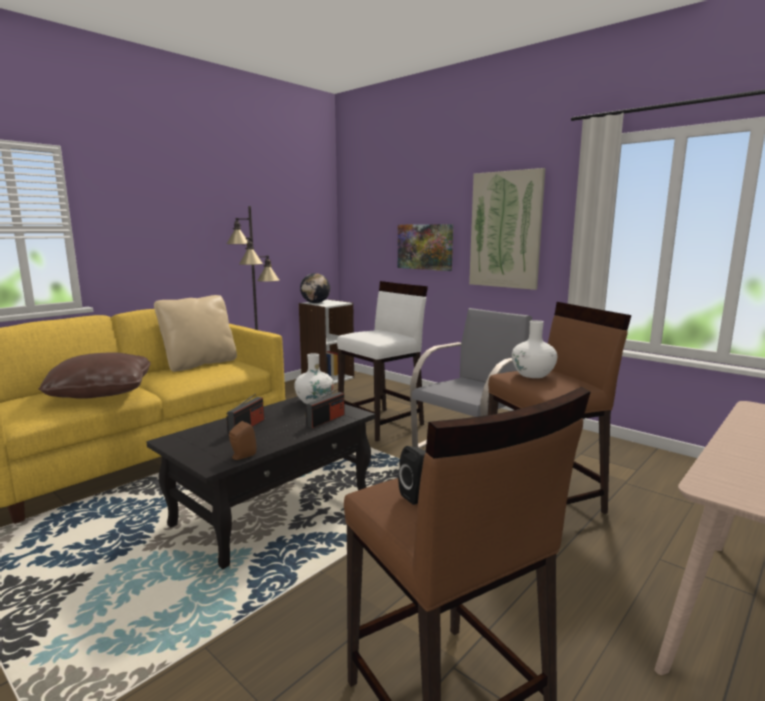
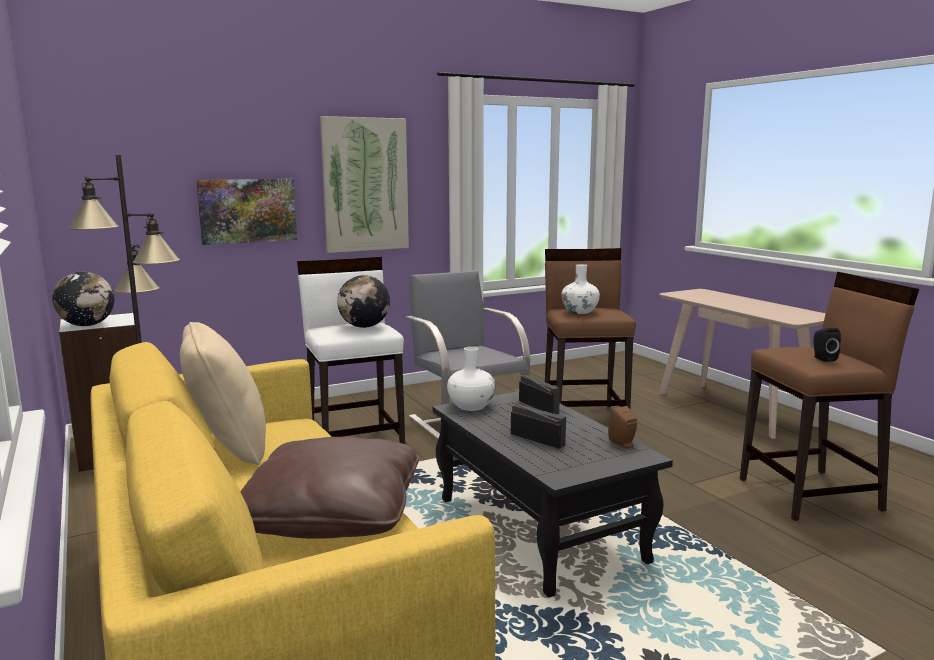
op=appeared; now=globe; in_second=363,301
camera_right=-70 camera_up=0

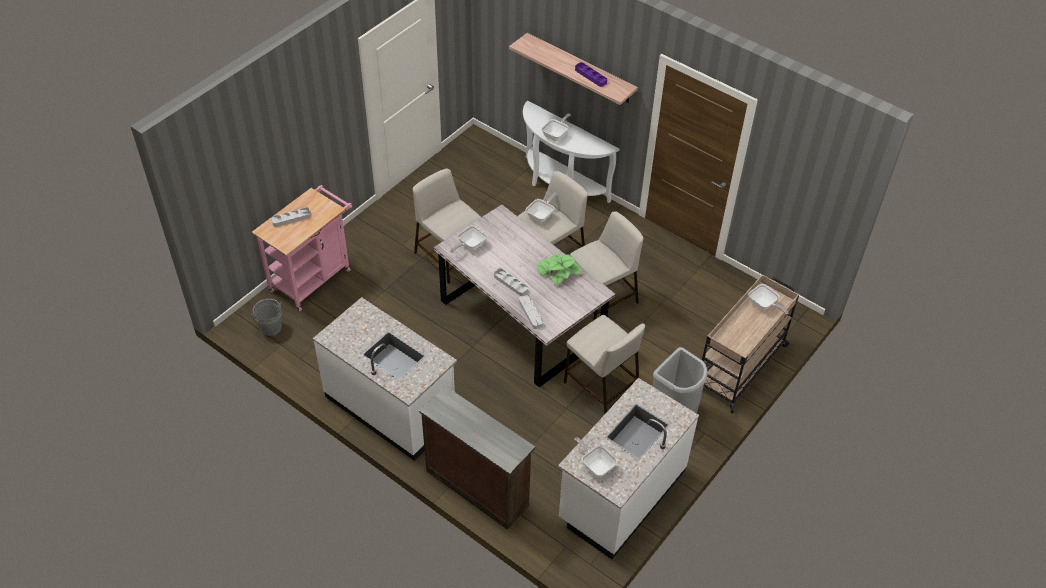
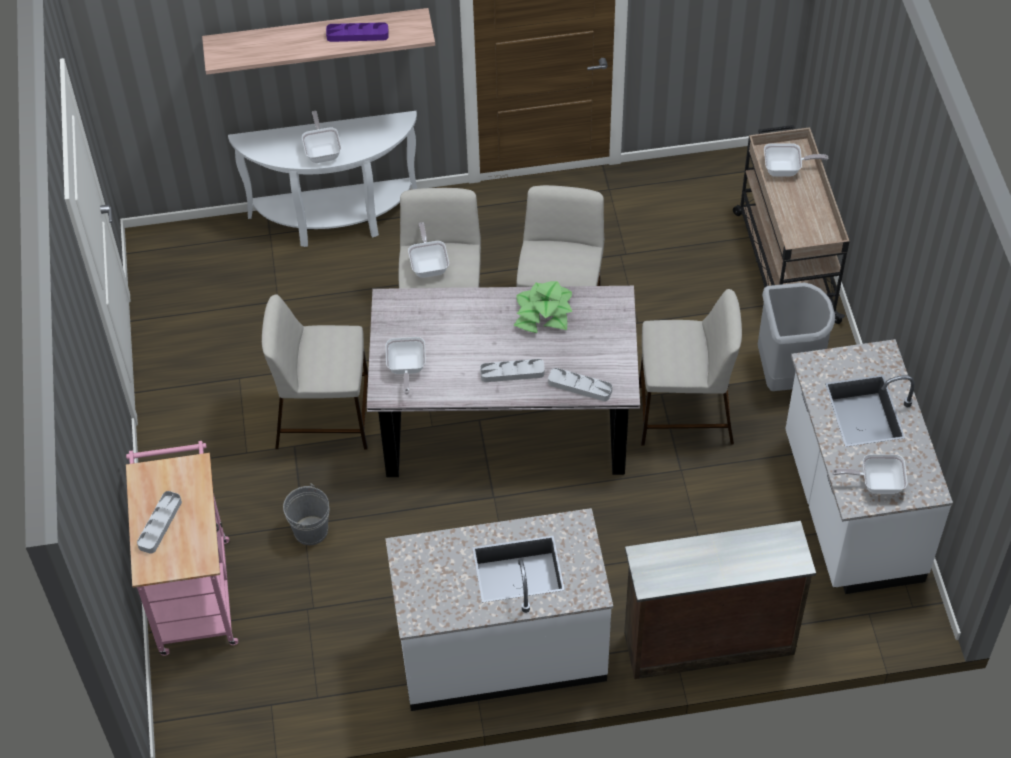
op=relocated; was=grey bucket; in_first=267,317; in_second=306,514
camera_right=-45 camera_up=5

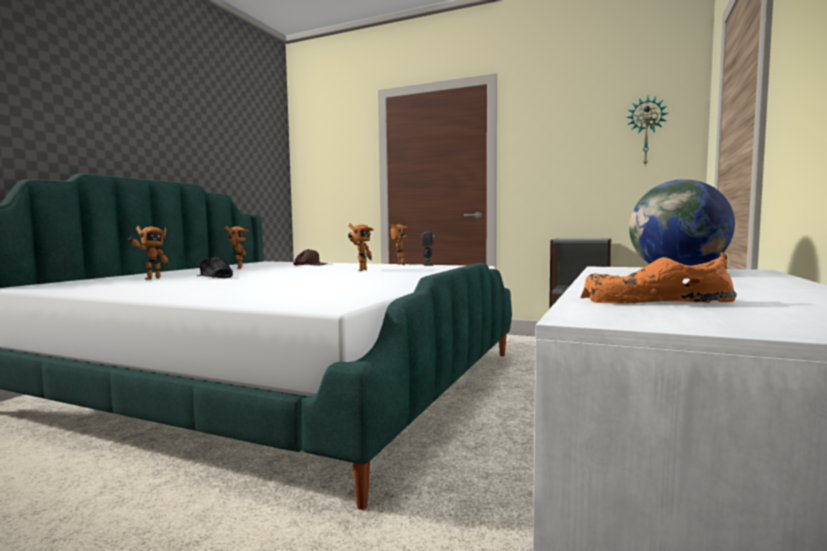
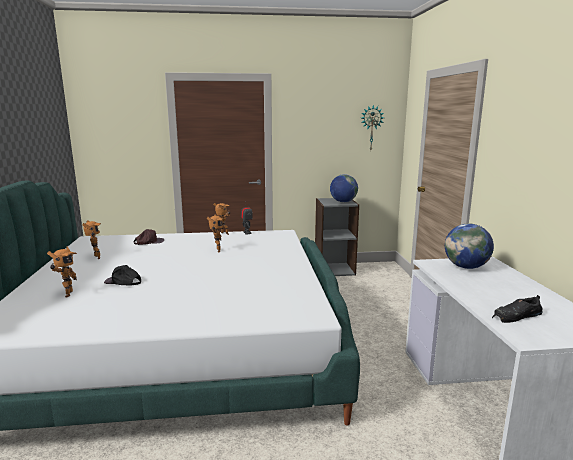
op=appeared; now=globe; in_second=344,188
op=colour; was=orange shoe; now=black shoe; in_first=659,278; in_second=517,309
camera_right=-30 camera_up=10

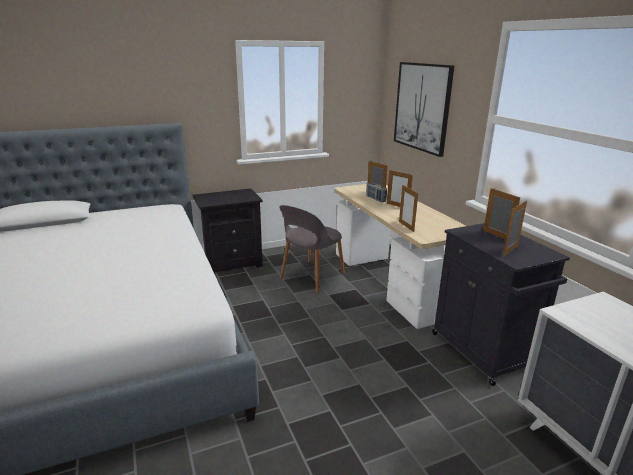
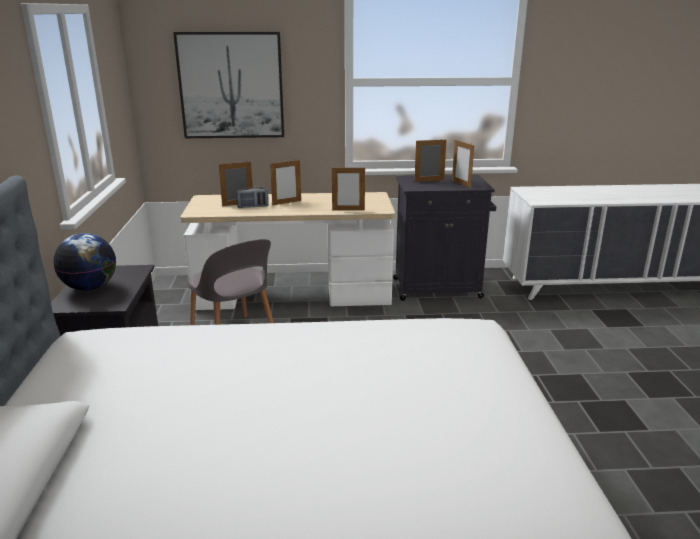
op=appeared; now=globe; in_second=84,262
camera_right=-70 camera_up=0

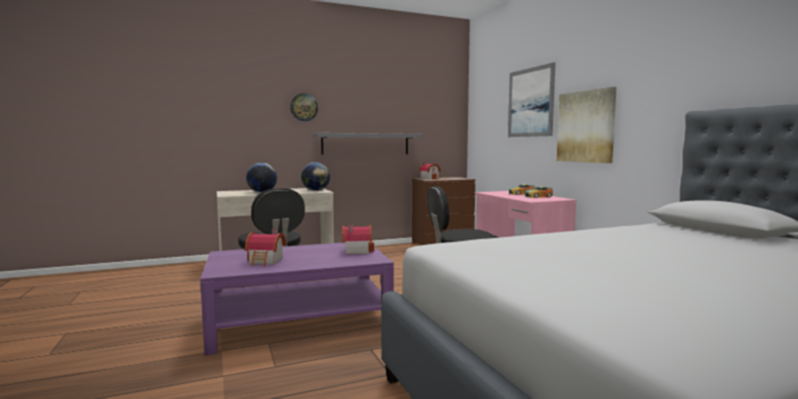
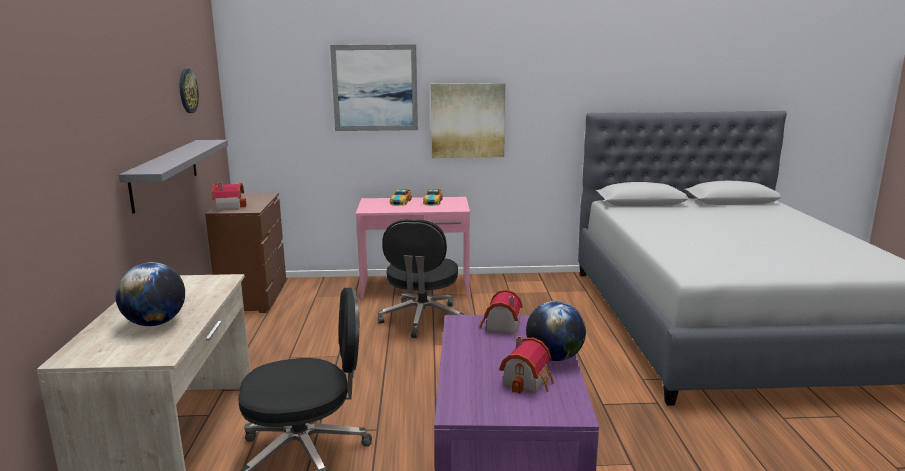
op=relocated; was=wall clock; in_first=304,107; in_second=189,91
op=relocated; was=globe; in_first=315,176; in_second=556,331
camera_right=-70 camera_up=10

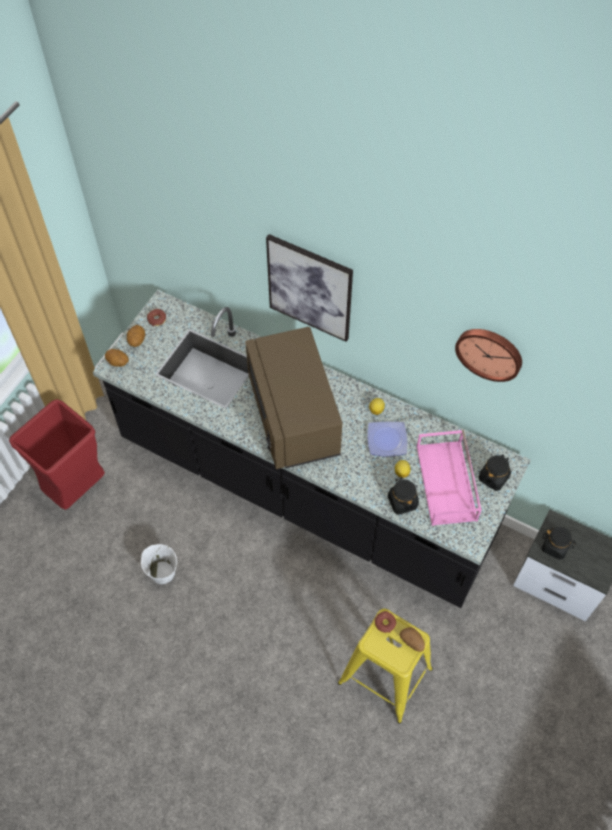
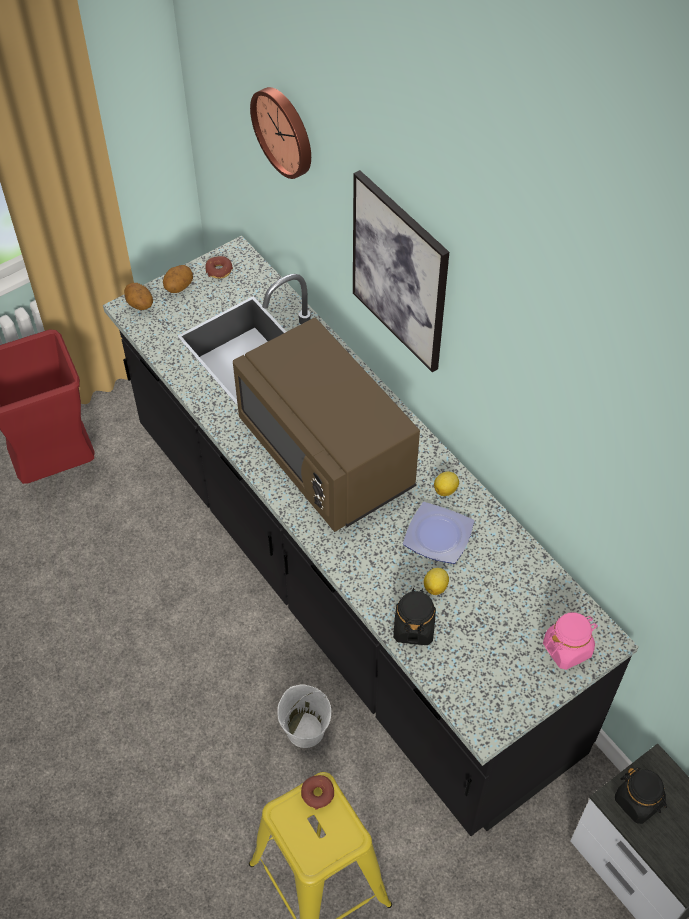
op=missing; was=potato; in_first=412,639
op=missing; was=pink tray; in_first=449,478
op=relocated; was=white bucket; in_first=159,564; in_second=304,716
op=relocated; was=wall clock; in_first=488,355; in_second=280,133
op=colour; was=black jar; now=pink jar; in_first=495,472; in_second=570,641
op=spun; was=brown microwave; in_first=294,398; in_second=326,425; clockwise=-45
camera_right=25 camera_up=-5

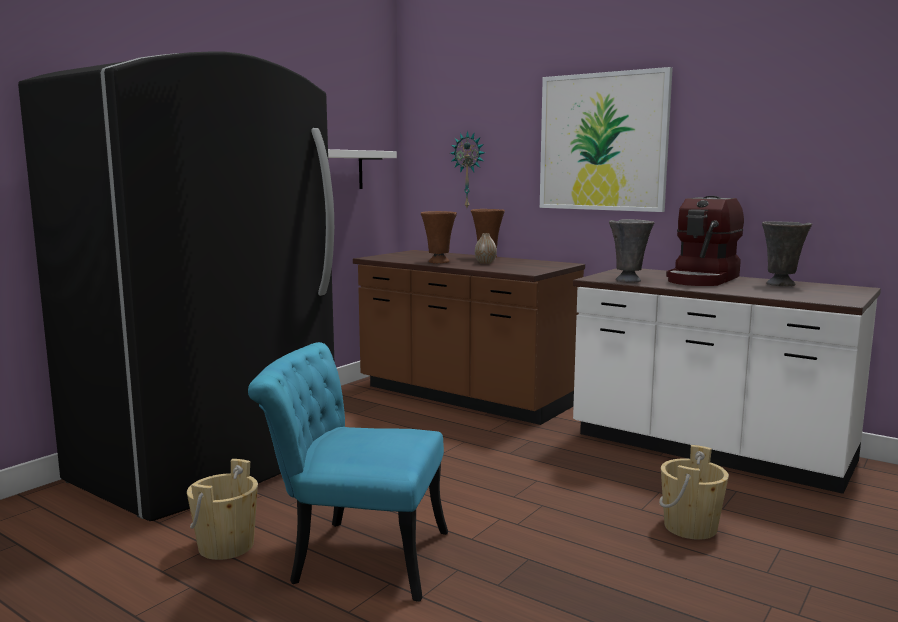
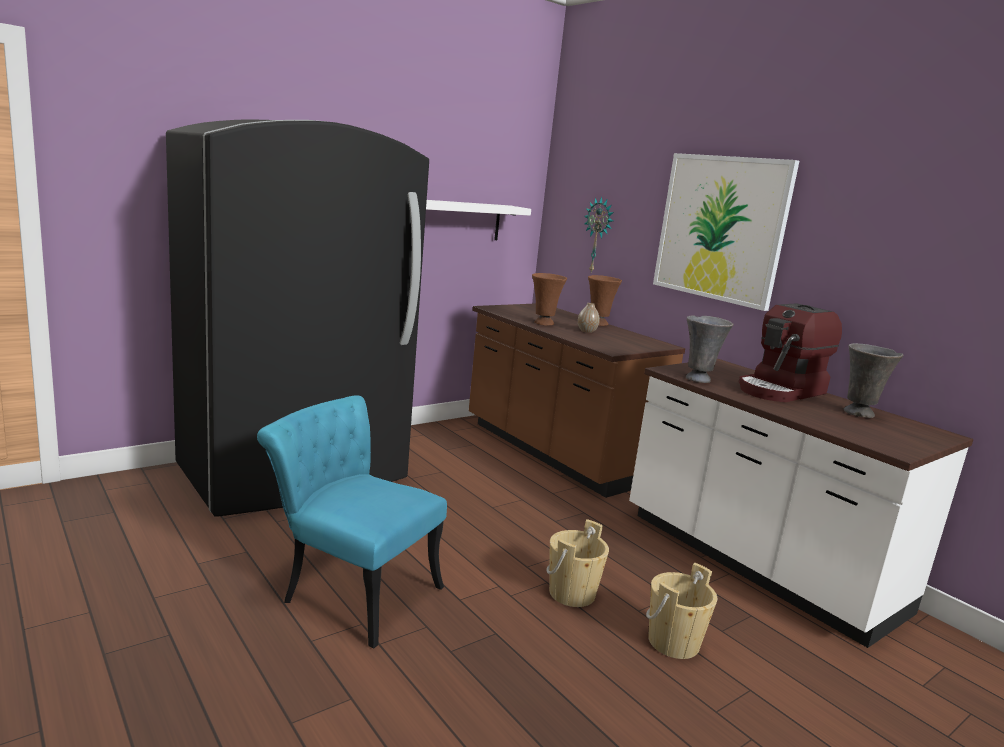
op=relocated; was=beige bucket; in_first=222,509; in_second=577,563
camera_right=15 camera_up=5

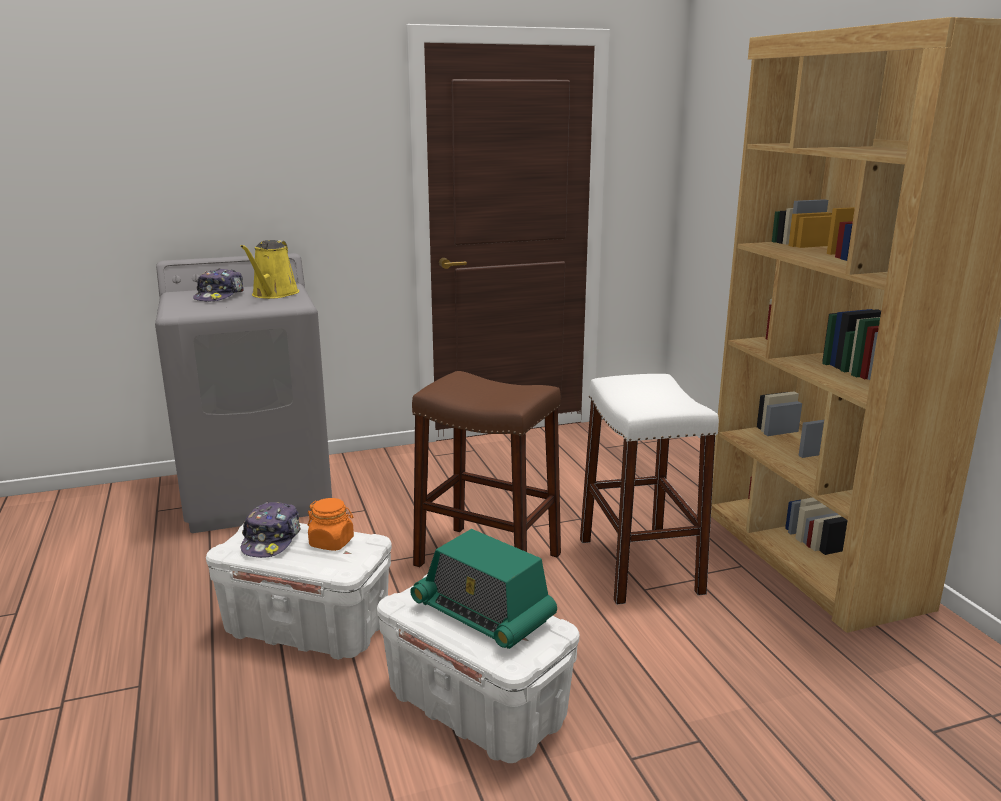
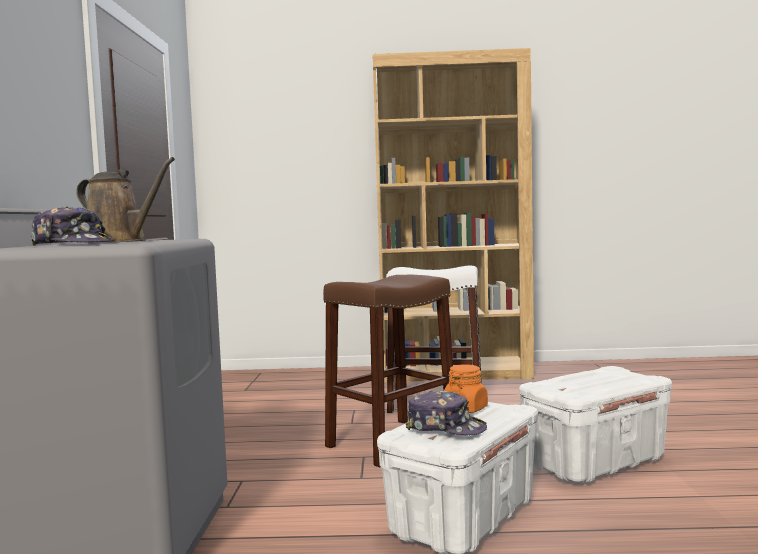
op=missing; was=radio; in_first=483,589
op=colour; was=yellow watering can; now=brown watering can; in_first=269,269; in_second=125,200
camera_right=-70 camera_up=-15

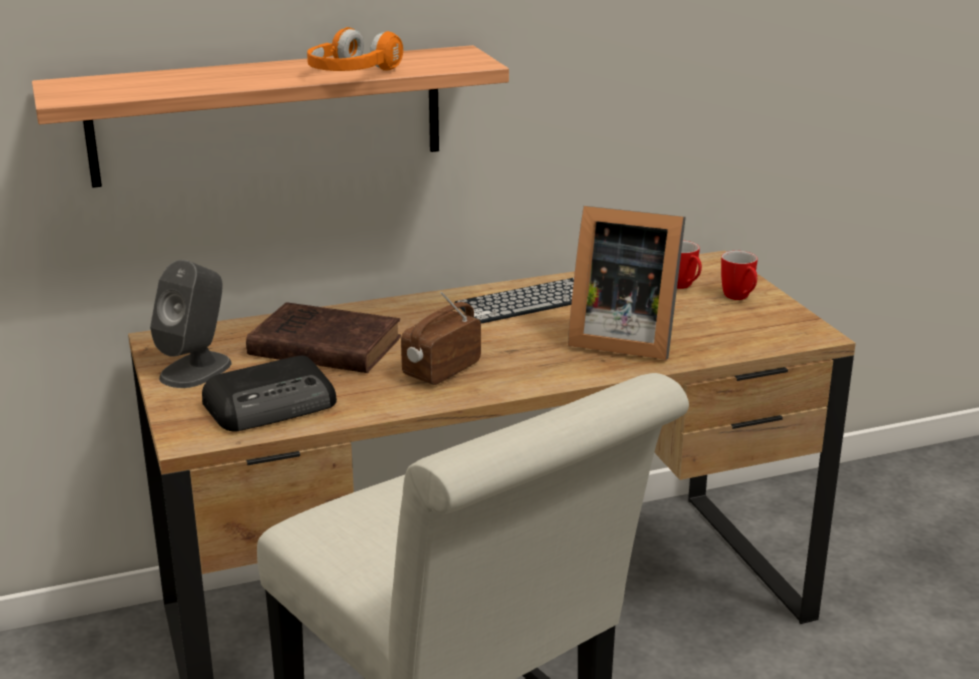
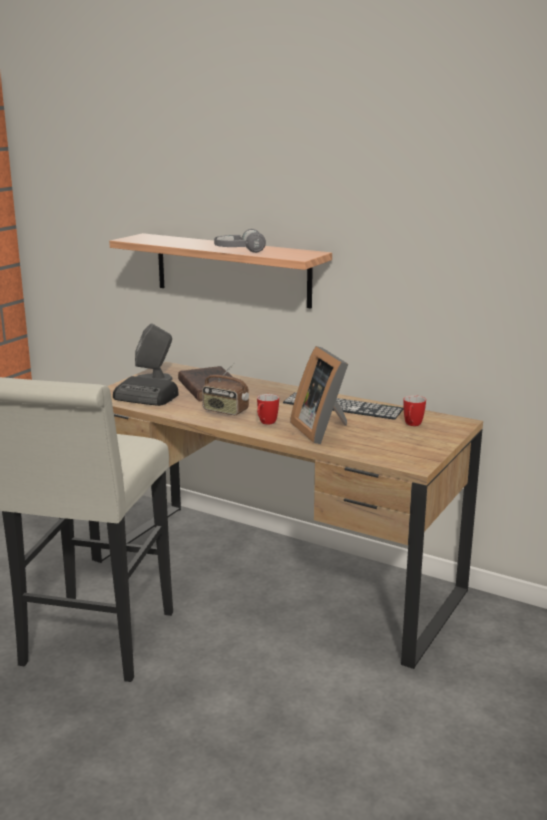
op=relocated; was=mug; in_first=739,275; in_second=268,409
op=colour; was=orange headphones; now=grey headphones; in_first=355,49; in_second=240,241
op=spun; was=radio; in_first=441,338; in_second=225,388; clockwise=-150
camera_right=50 camera_up=-5

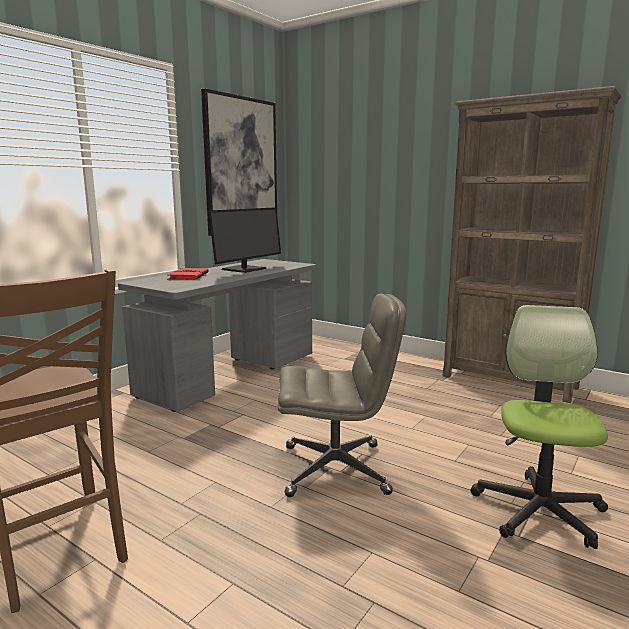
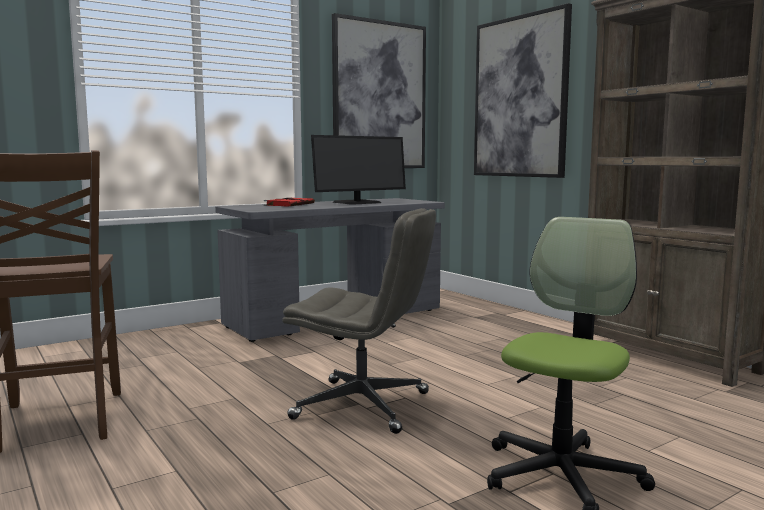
op=appeared; now=picture; in_second=523,90
camera_right=20 camera_up=-5

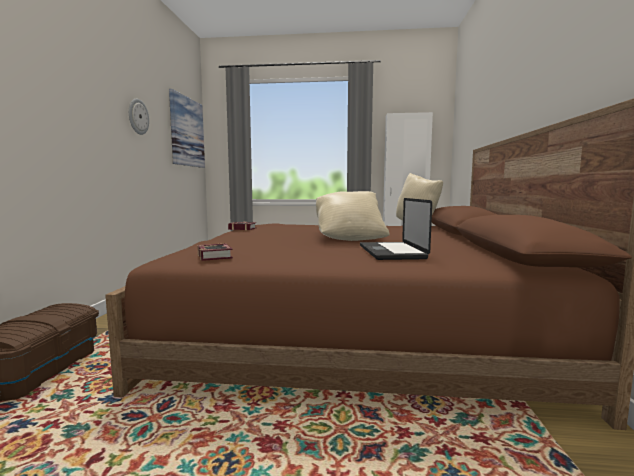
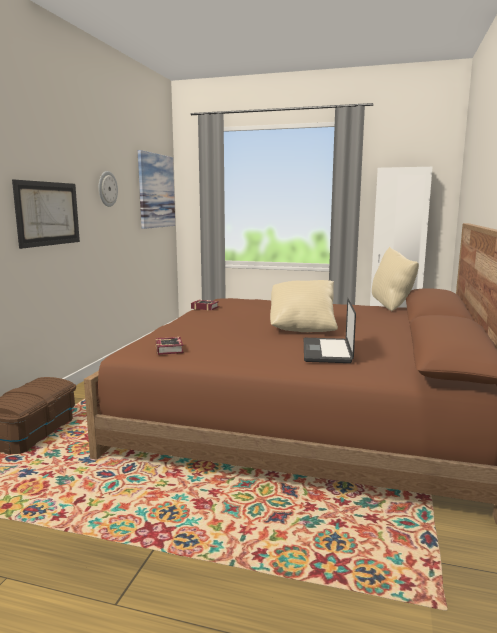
op=appeared; now=picture; in_second=46,214
camera_right=10 camera_up=5

